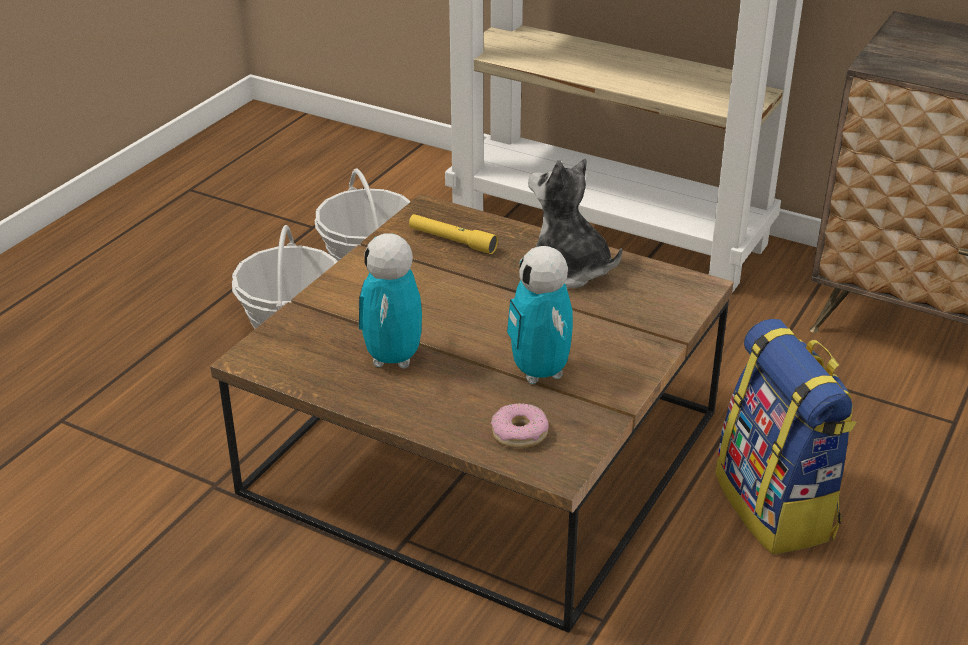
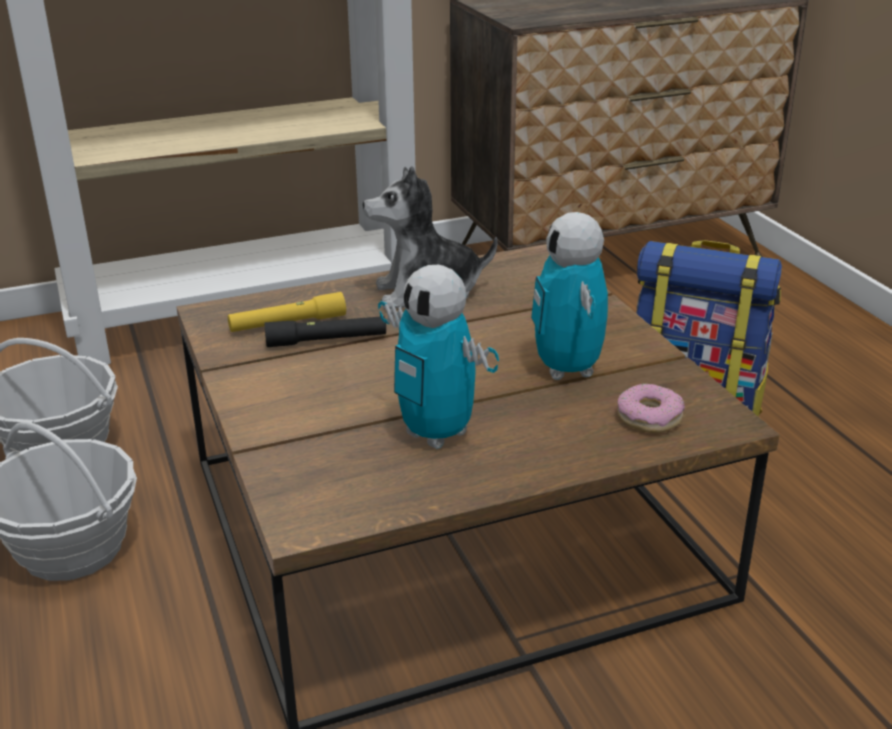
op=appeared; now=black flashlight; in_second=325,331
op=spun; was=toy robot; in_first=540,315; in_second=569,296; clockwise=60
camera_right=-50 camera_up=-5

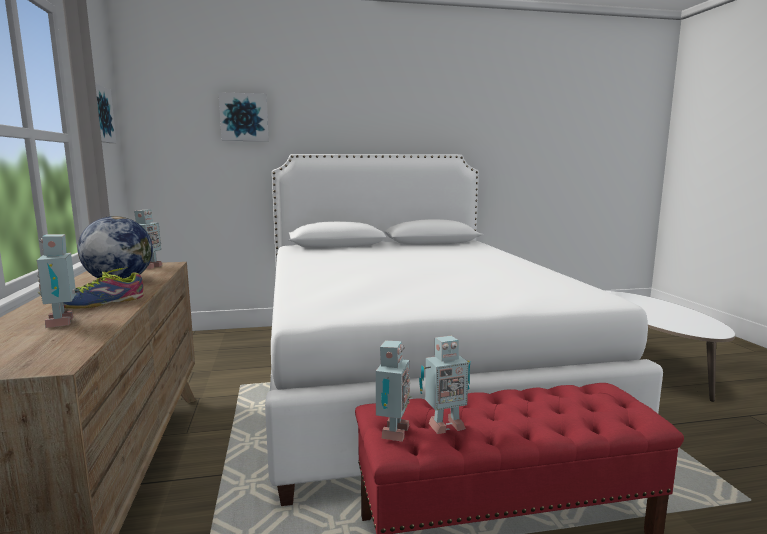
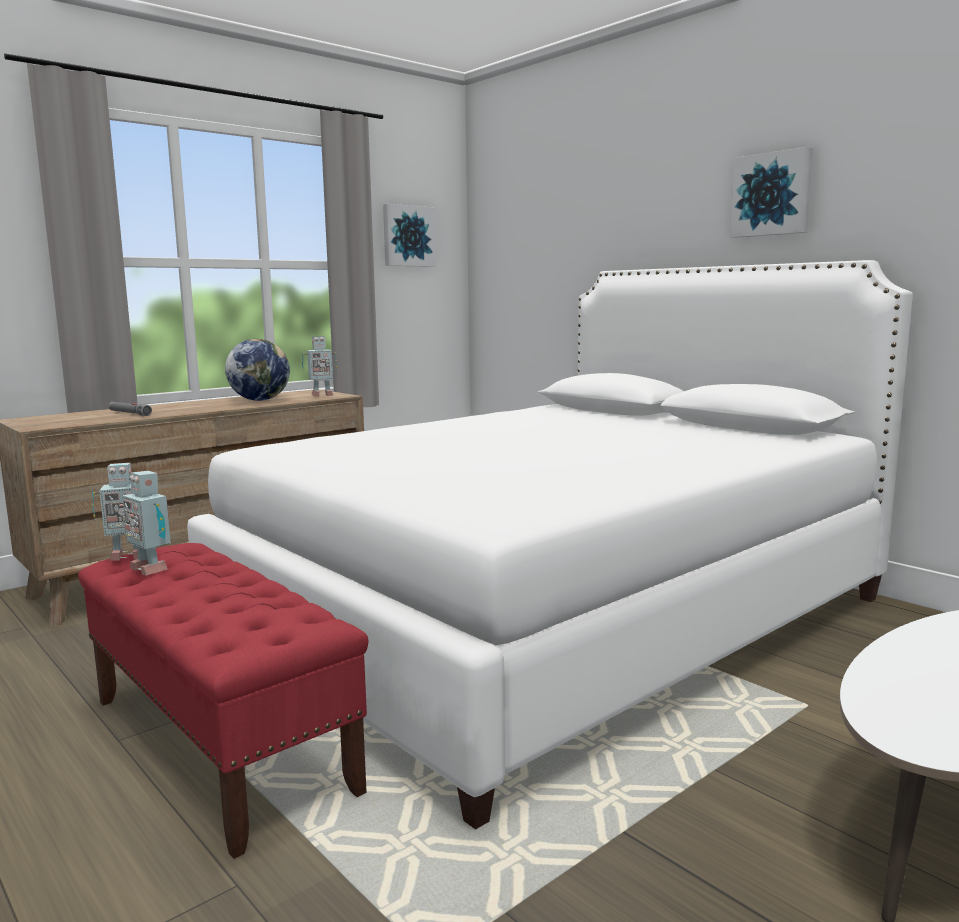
op=missing; was=shoe; in_first=103,287
op=relocated; was=picture; in_first=244,116; in_second=771,192
op=exchanged; was=toy robot; now=grey flashlight; in_first=57,281; in_second=130,409
camera_right=60 camera_up=0

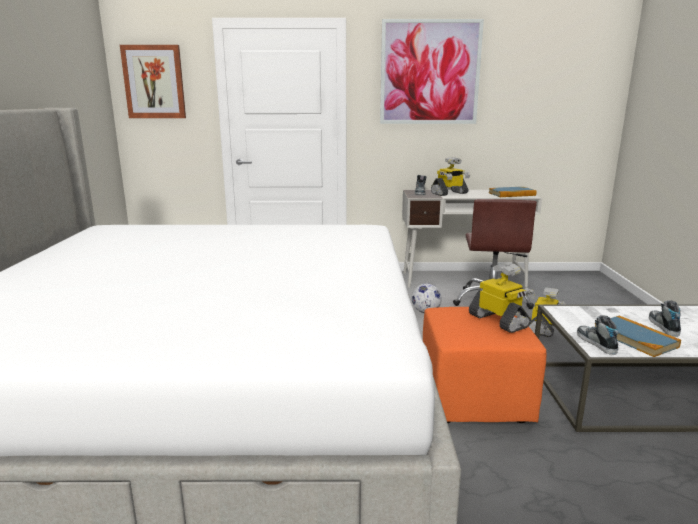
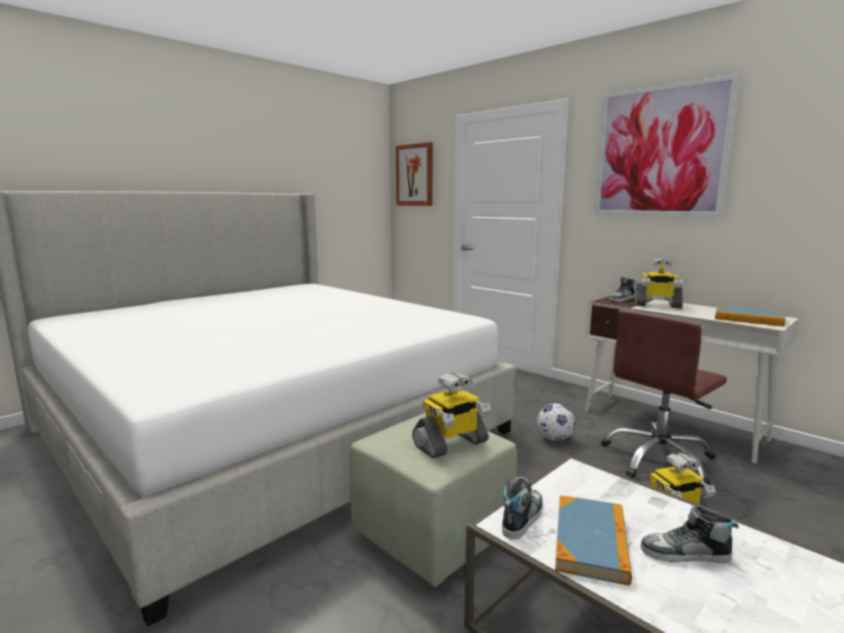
op=colour; was=orange ottoman; now=green ottoman; in_first=484,365; in_second=433,500
op=spun; was=toy robot; in_first=502,298; in_second=452,415; clockwise=45
op=spun; was=shoe; in_first=665,318; in_second=690,534; clockwise=-135
camera_right=45 camera_up=-5

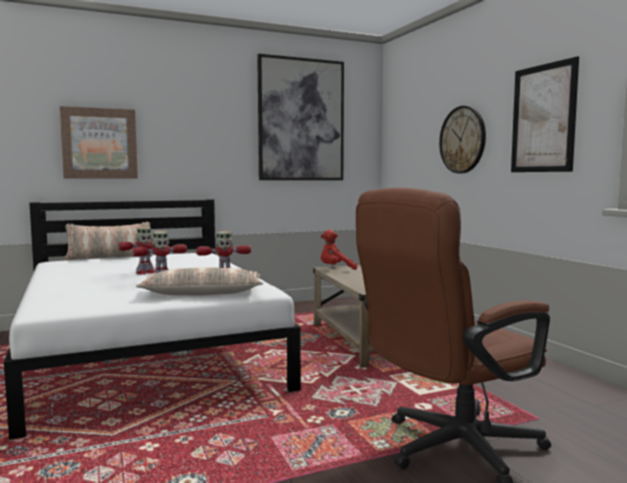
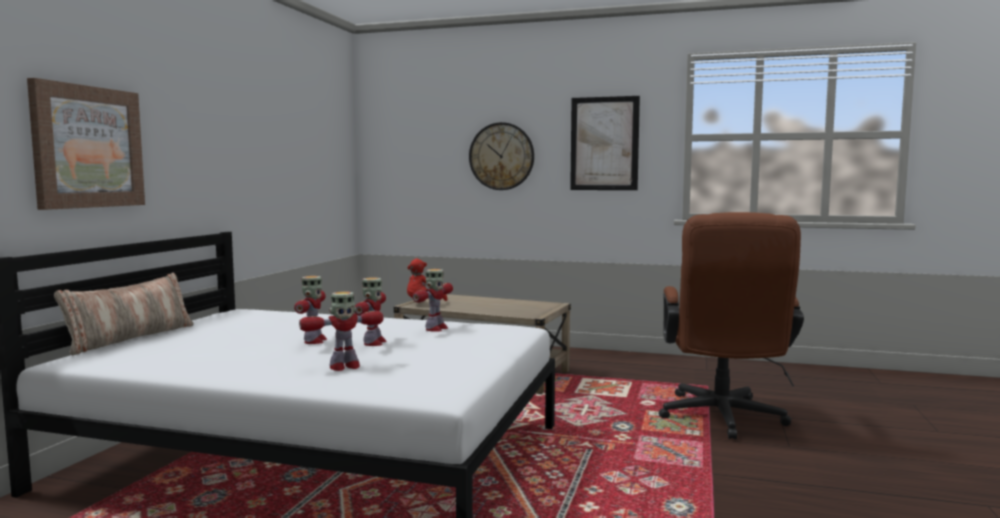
op=missing; was=pillow; in_first=199,281
op=missing; was=picture; in_first=300,117
op=appeared; now=toy robot; in_second=341,331
camera_right=-50 camera_up=0

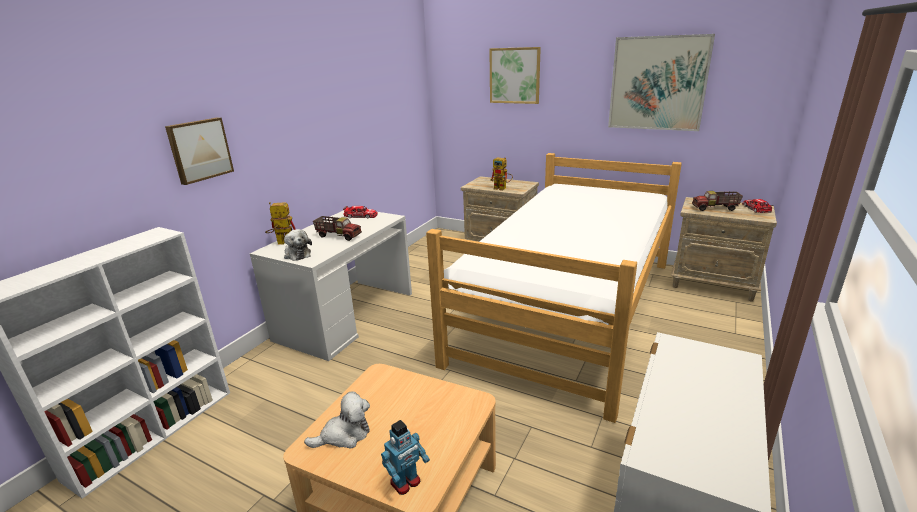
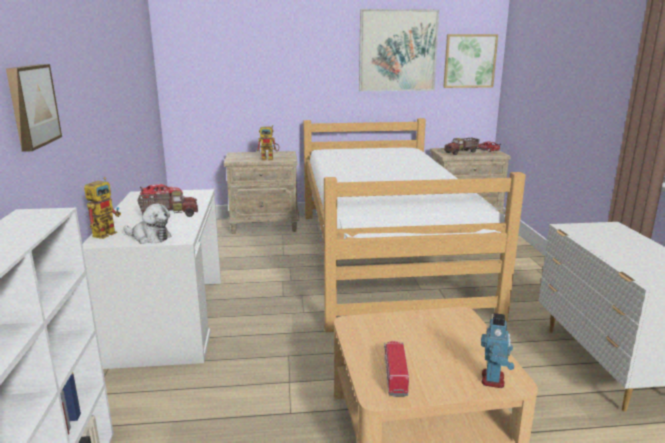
op=relocated; was=picture; in_first=515,75; in_second=470,61
op=exchanged; was=plush toy; now=toy truck; in_first=337,420; in_second=396,369
op=spun; was=toy robot; in_first=280,223; in_second=102,208; clockwise=150
camera_right=-35 camera_up=-5

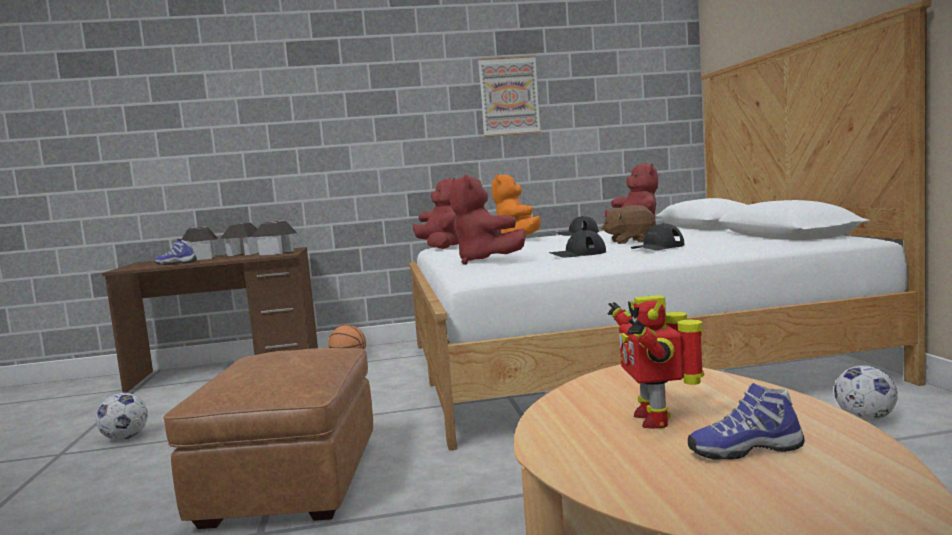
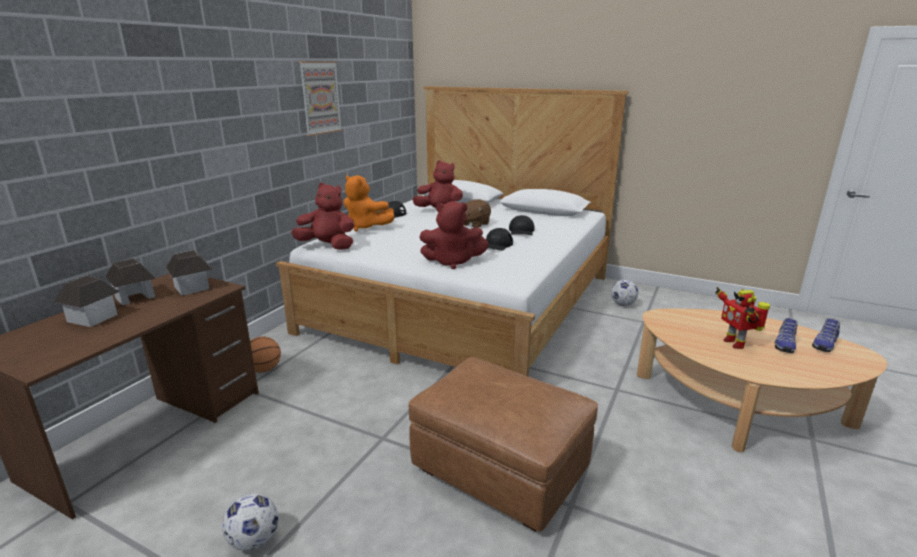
op=relocated; was=shoe; in_first=176,252; in_second=826,335
op=spun; was=toy robot; in_first=656,362; in_second=742,318; clockwise=45
camera_right=-55 camera_up=15

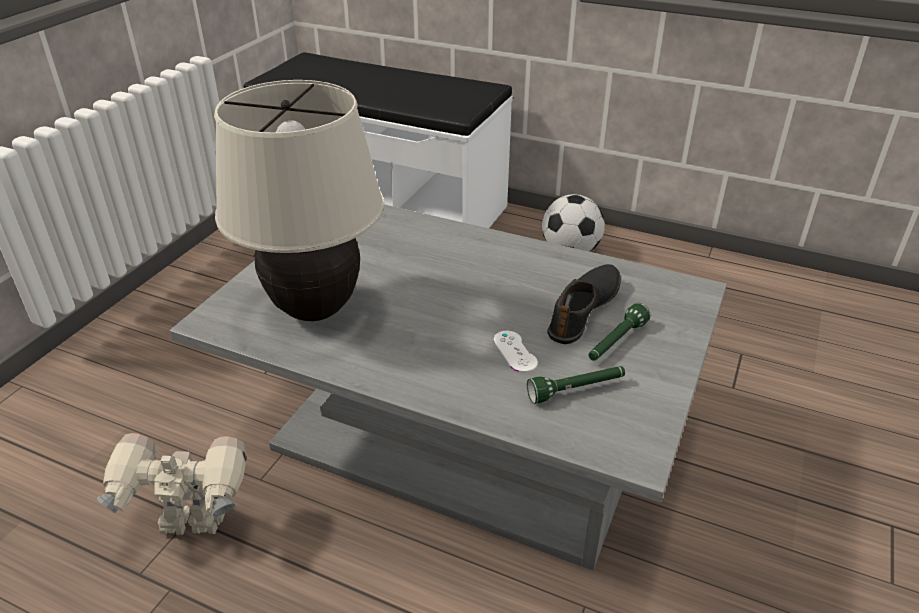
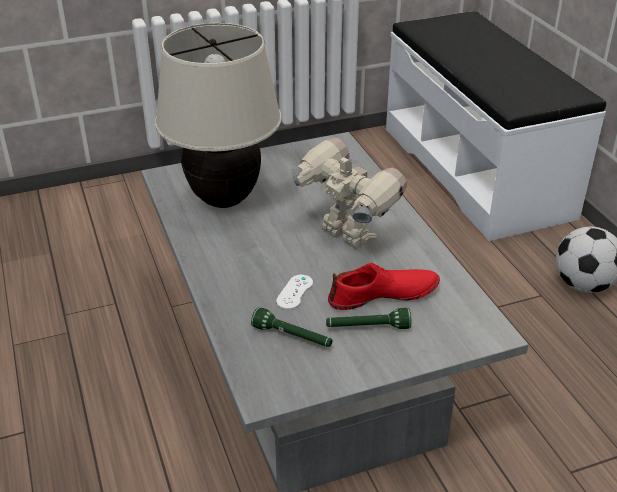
op=relocated; was=toy robot; in_first=172,484; in_second=348,193
op=colour; was=black shoe; now=red shoe; in_first=584,304; in_second=384,286
camera_right=45 camera_up=0

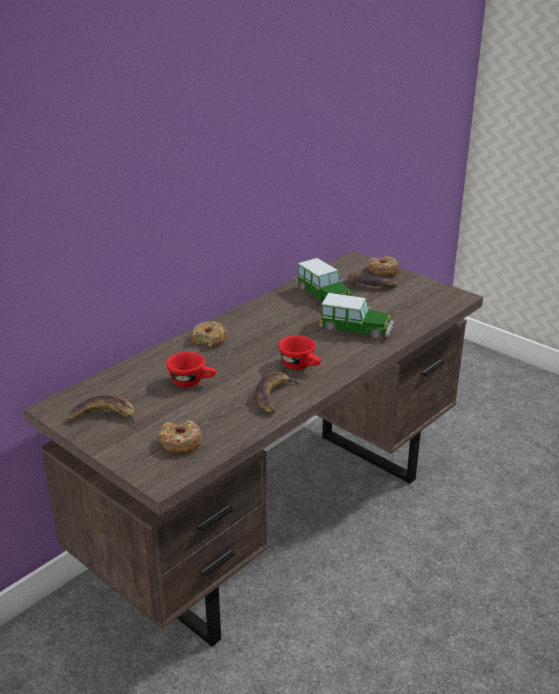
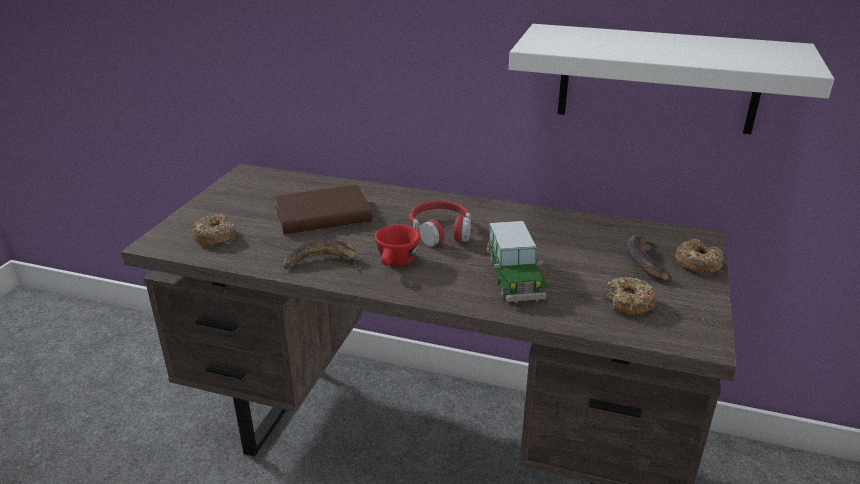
op=missing; was=banana; in_first=101,411
op=missing; was=toy car; in_first=325,279
op=appeared; now=red headphones; in_second=440,223
op=appeared; now=white shelf; in_second=671,79
op=relocated; was=donut; in_first=209,334; in_second=631,296
op=exchanged; was=red cup; now=brown book; in_first=191,369; in_second=323,209
camera_right=65 camera_up=0

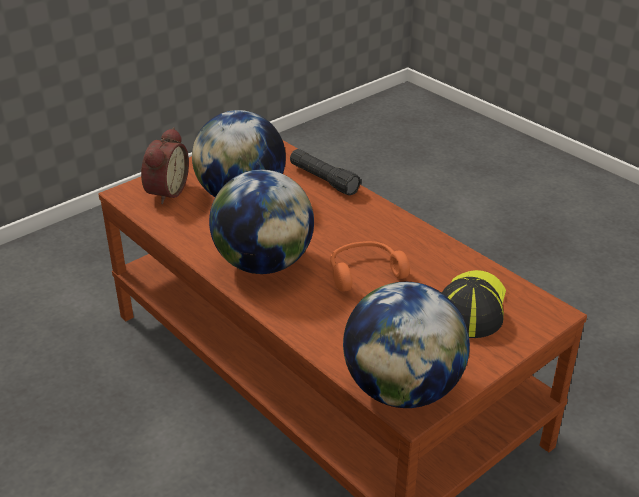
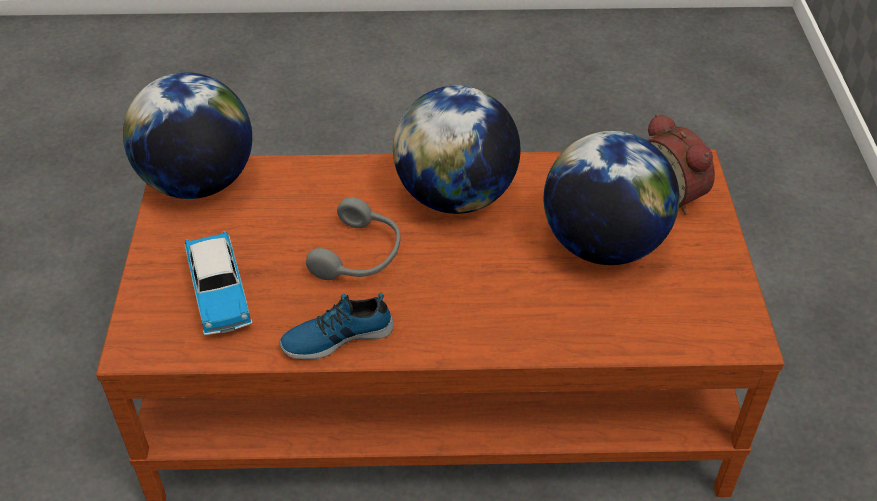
op=missing; was=black flashlight; in_first=325,172
op=appeared; now=shoe; in_second=336,326
op=exchanged; was=cap; now=toy car; in_first=474,304; in_second=218,283
op=colour; was=orange headphones; now=grey headphones; in_first=370,266; in_second=353,238
camera_right=130 camera_up=10

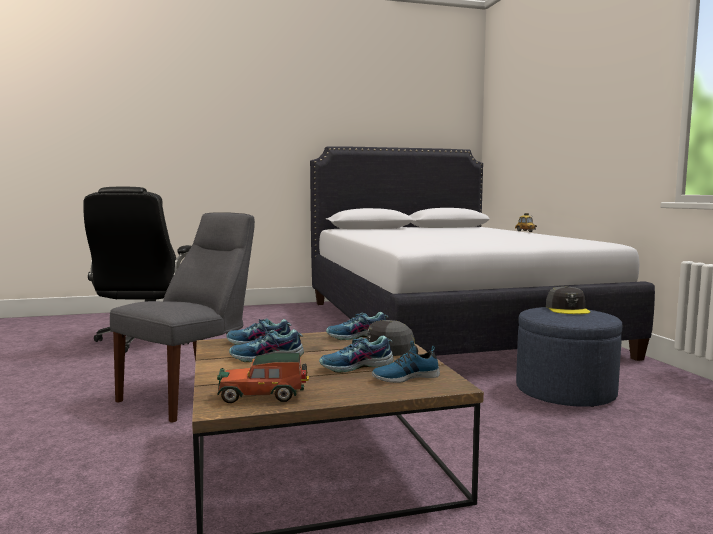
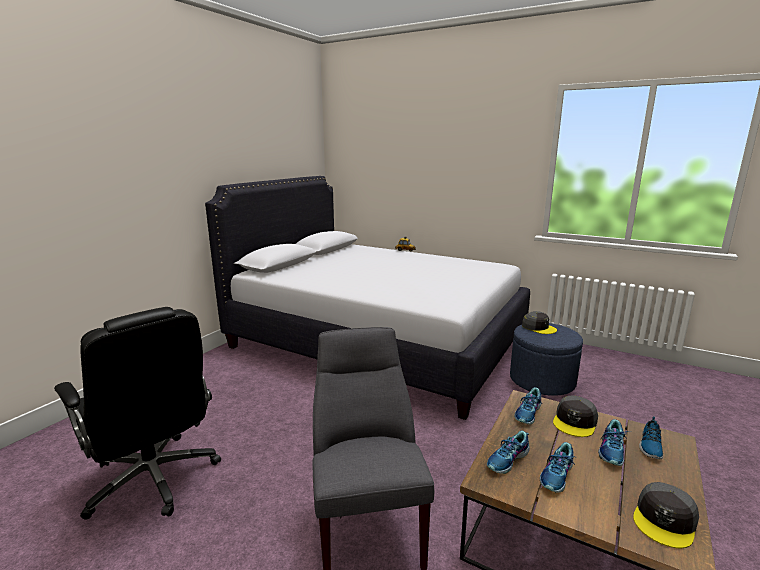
op=exchanged; was=toy car; now=grey cap; in_first=263,378; in_second=666,515
camera_right=-45 camera_up=10

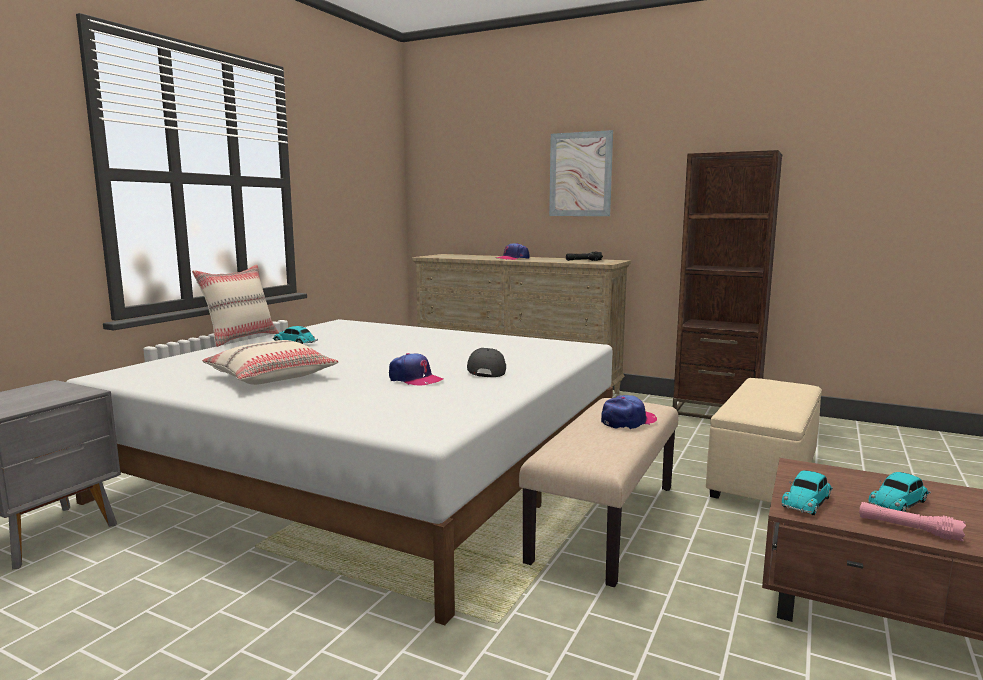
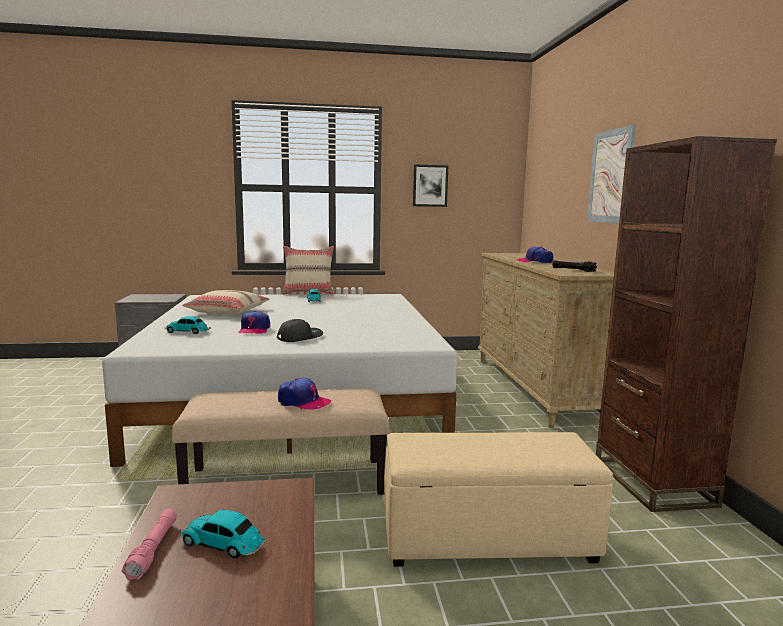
op=appeared; now=picture; in_second=430,185
op=relocated; was=toy car; in_first=807,492; in_second=188,325
camera_right=55 camera_up=0

